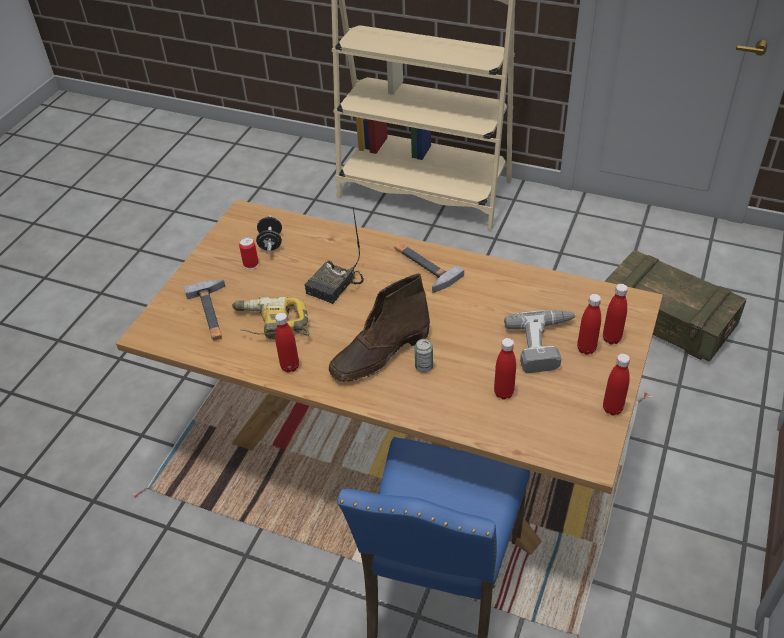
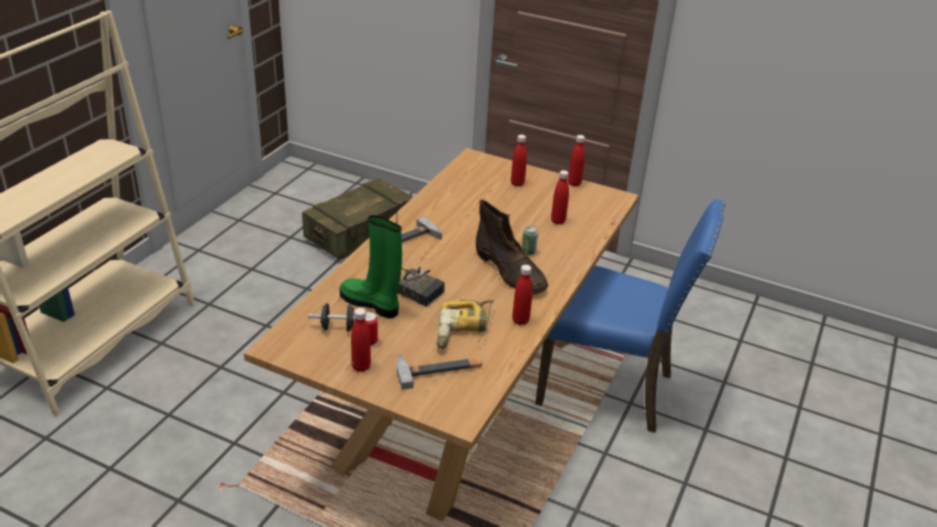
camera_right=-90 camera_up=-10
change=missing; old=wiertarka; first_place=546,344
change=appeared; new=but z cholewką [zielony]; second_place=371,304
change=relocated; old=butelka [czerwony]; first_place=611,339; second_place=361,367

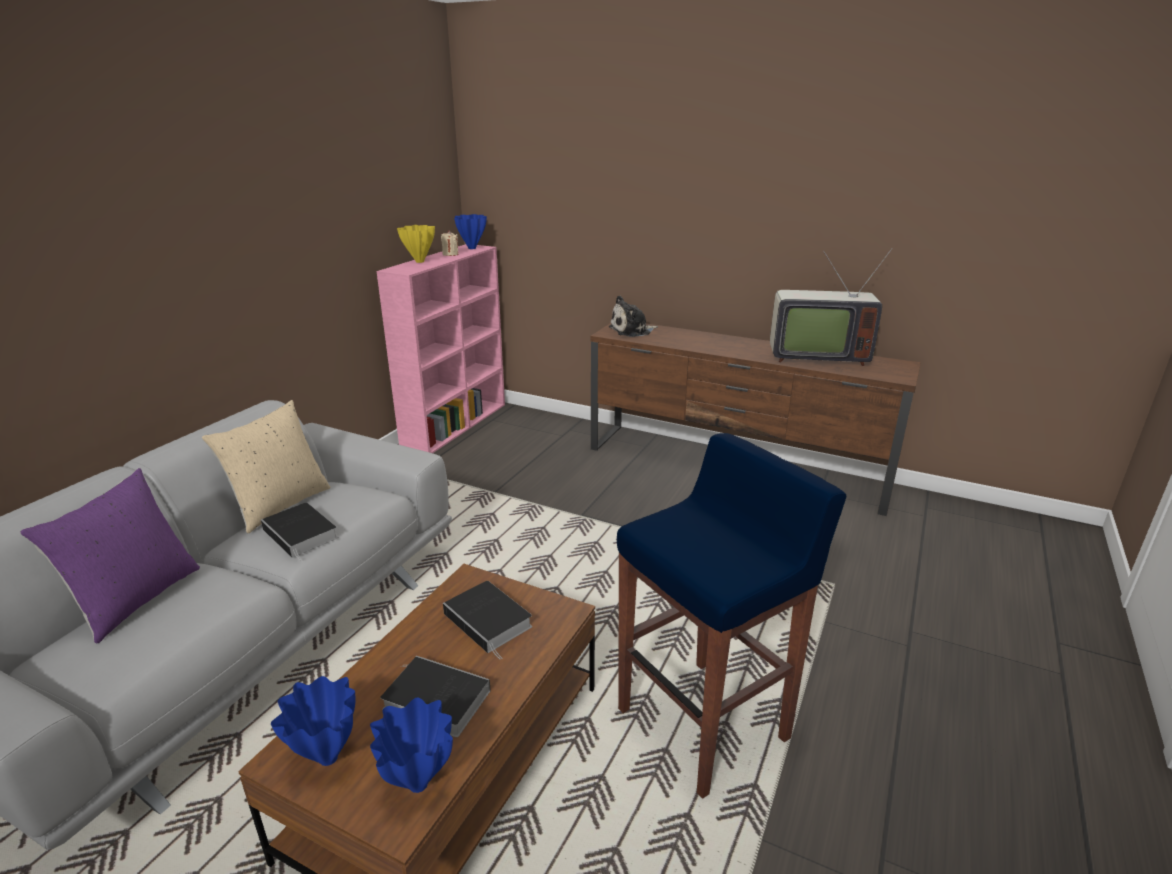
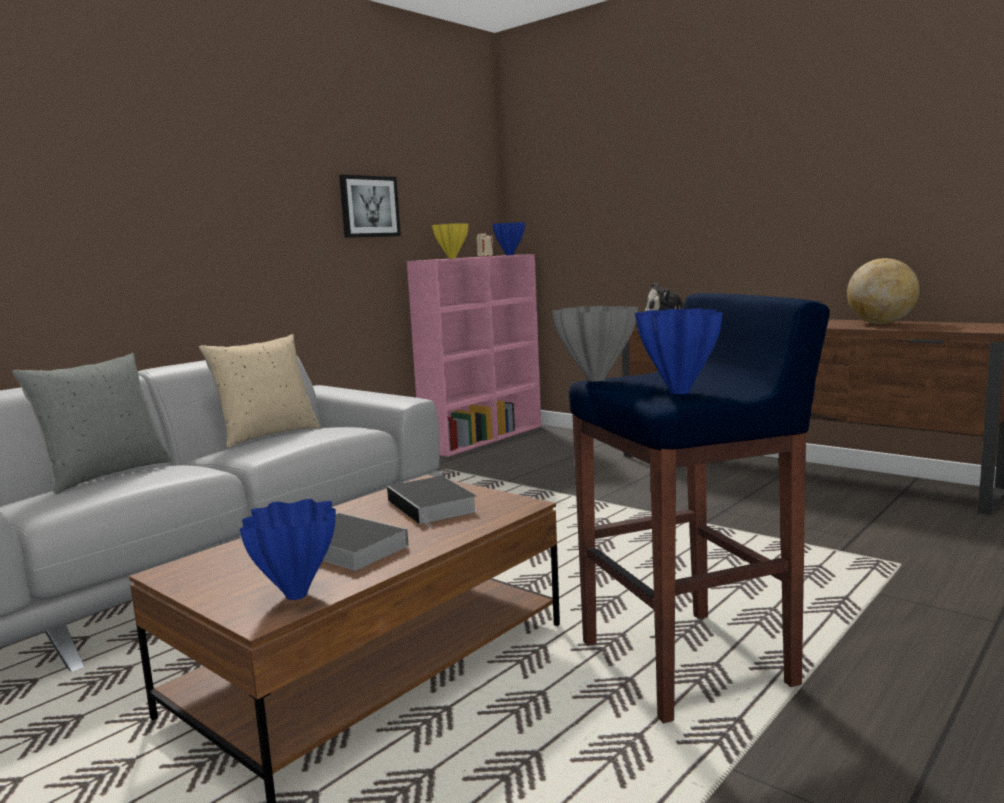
camera_right=15 camera_up=-15
change=missing; old=książka; first_place=302,534
change=appeared; new=obraz; second_place=369,206
change=appeared; new=wazon [szary]; second_place=594,380
change=relocated; old=wazon [niebieski]; first_place=327,757; second_place=678,392
change=exchanged; old=telewizor; new=globus; first_place=815,356; second_place=881,323
change=colour; old=poduszka [fioletowy]; new=poduszka [szary]; first_place=136,599; second_place=105,474

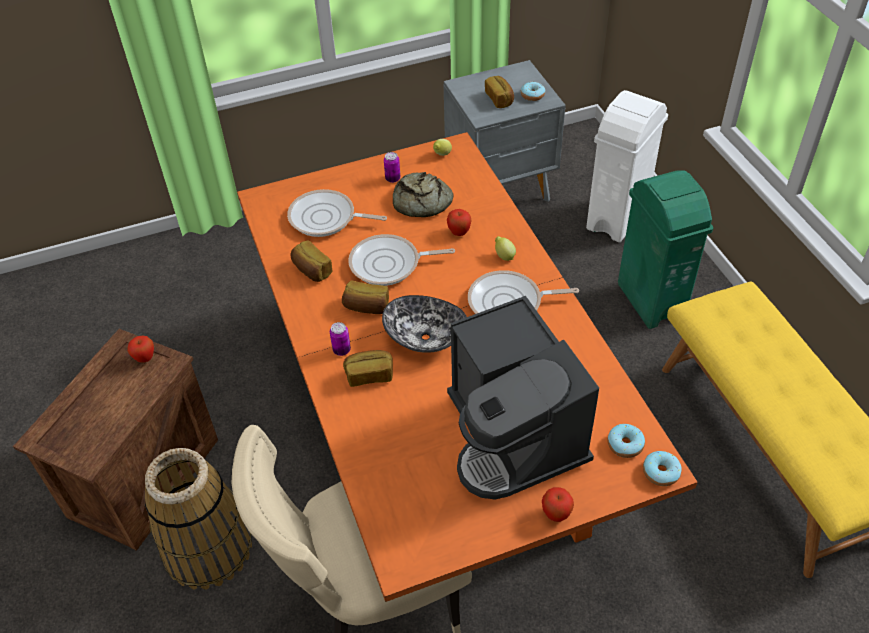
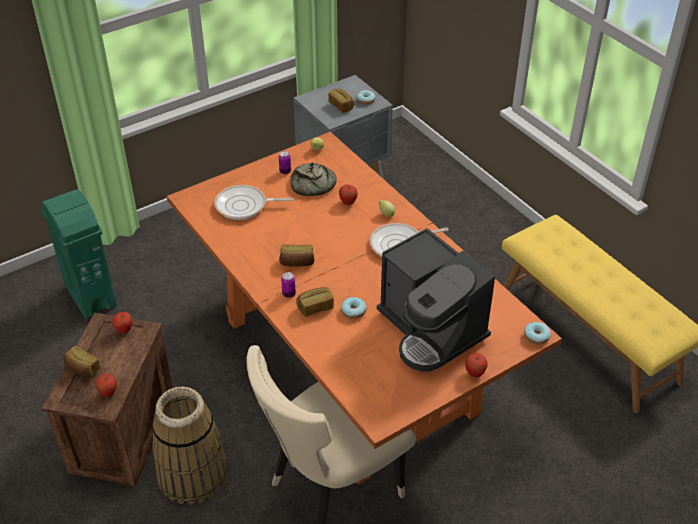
camera_right=-15 camera_up=-5
change=missing; old=patelnia; first_place=389,264
change=missing; old=miska; first_place=426,337
change=missing; old=kosz na śmieci [biały]; first_place=617,218
change=appeared; new=jabłko; second_place=108,393
change=relocated; old=chleb; first_place=311,270; second_place=82,369
change=relocated; old=donut; first_place=625,445; second_place=353,311
change=relocated; old=kosz na śmieci [zielony]; first_place=650,300; second_place=91,295

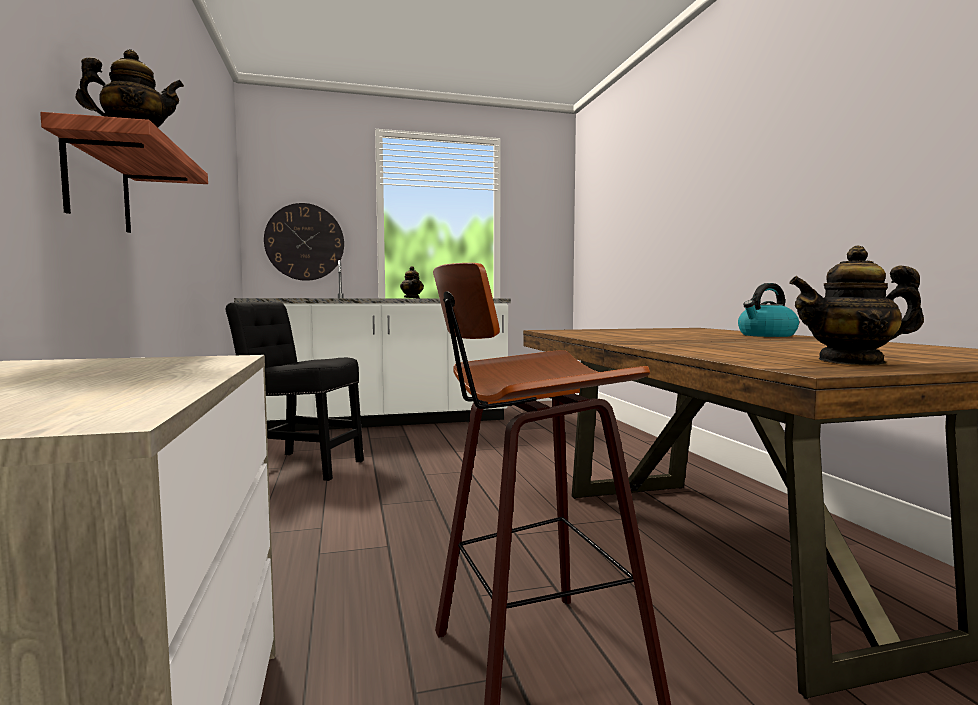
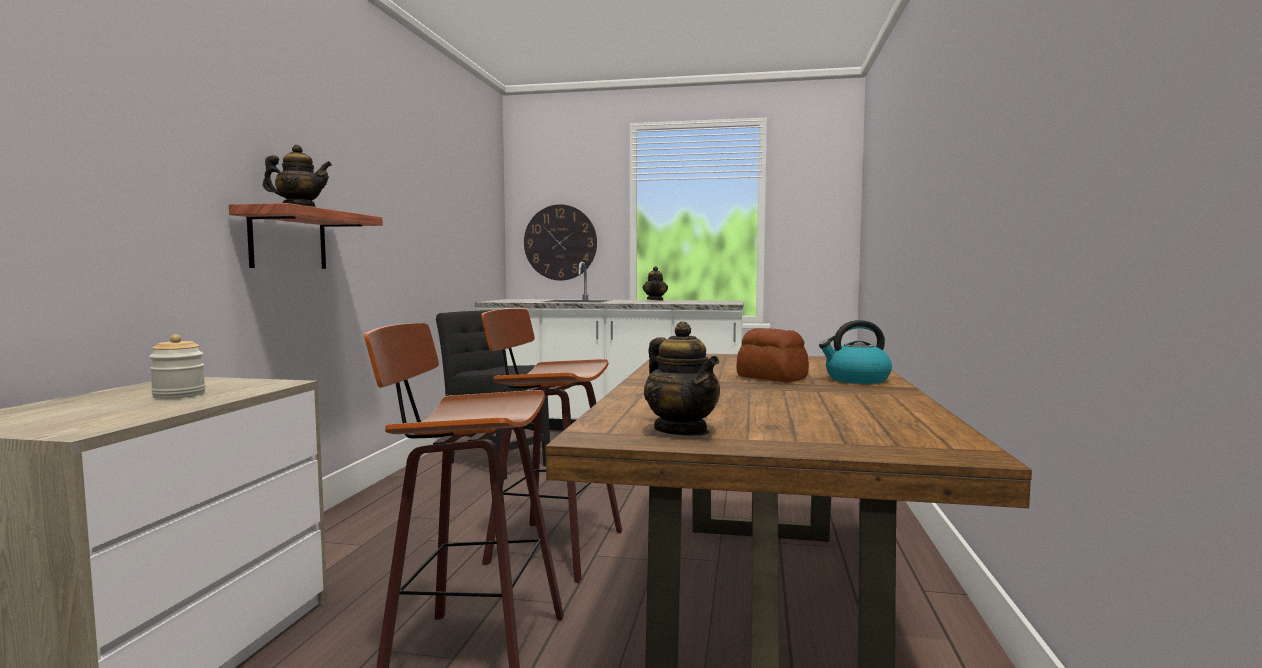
camera_right=25 camera_up=0
change=appeared; new=słoik; second_place=179,395
change=appeared; new=stołek; second_place=550,548
change=appeared; new=chleb; second_place=771,378
change=spun; old=imbryk; first_place=851,362; second_place=681,430; degrees=-150

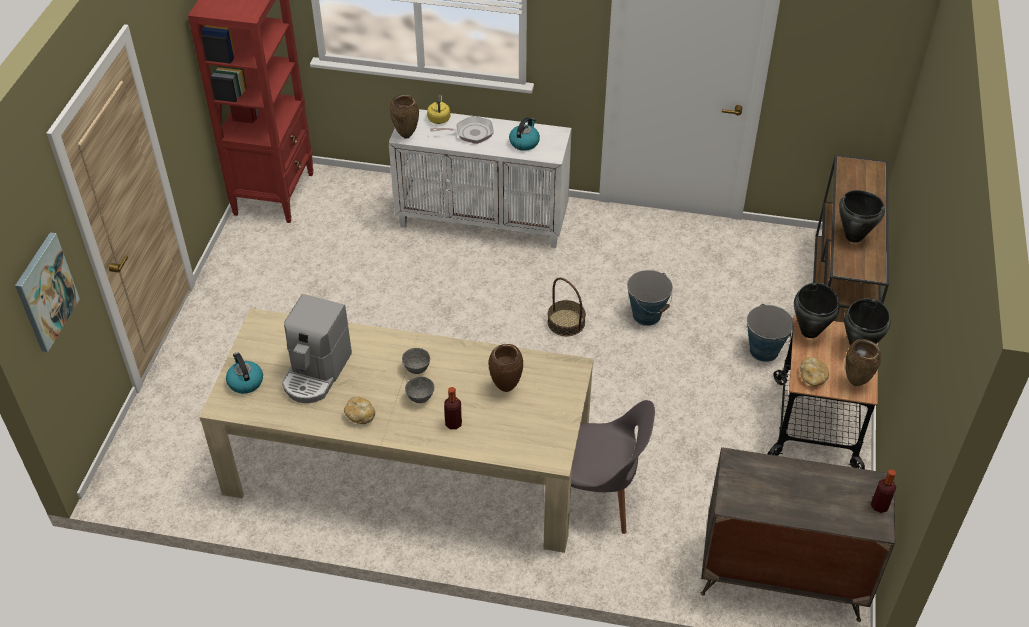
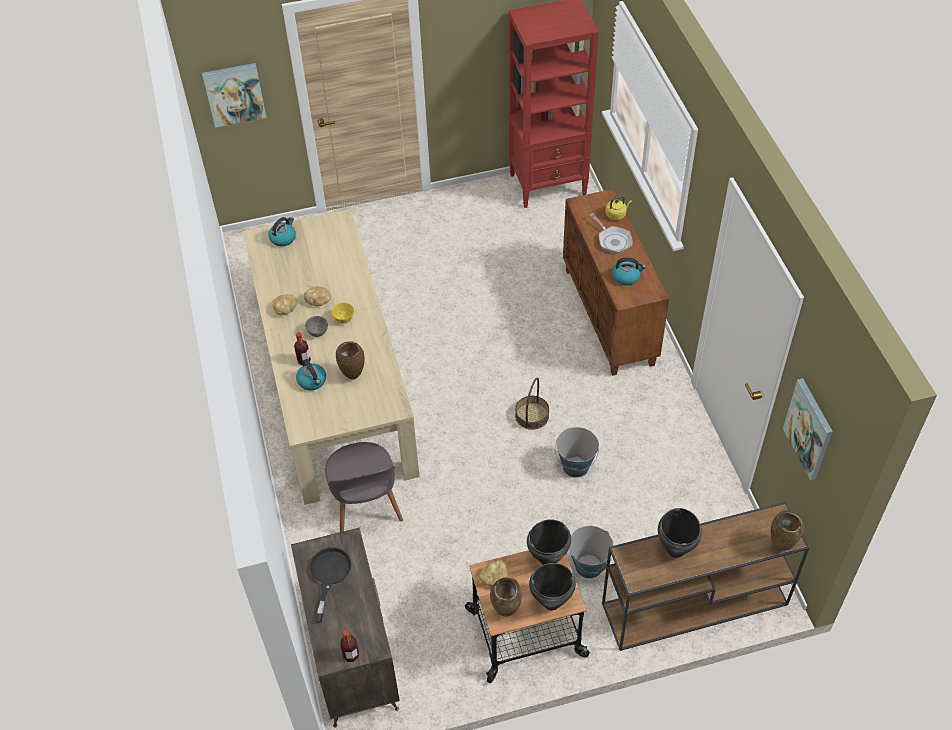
camera_right=65 camera_up=5
change=missing; old=ekspres do kawy; first_place=316,373
change=appeared; new=czajnik; second_place=312,381
change=appeared; new=chleb; second_place=318,300
change=appeared; new=patelnia [czarny]; second_place=329,575
change=appeared; new=obraz; second_place=809,429
change=relocated; old=wazon [brązowy]; first_place=406,136; second_place=781,546
change=colour; old=szafka [biały]; new=szafka [brązowy]; first_place=483,221; second_place=610,317
change=colour; old=miska [szary]; new=miska [żółty]; first_place=416,369; second_place=343,319

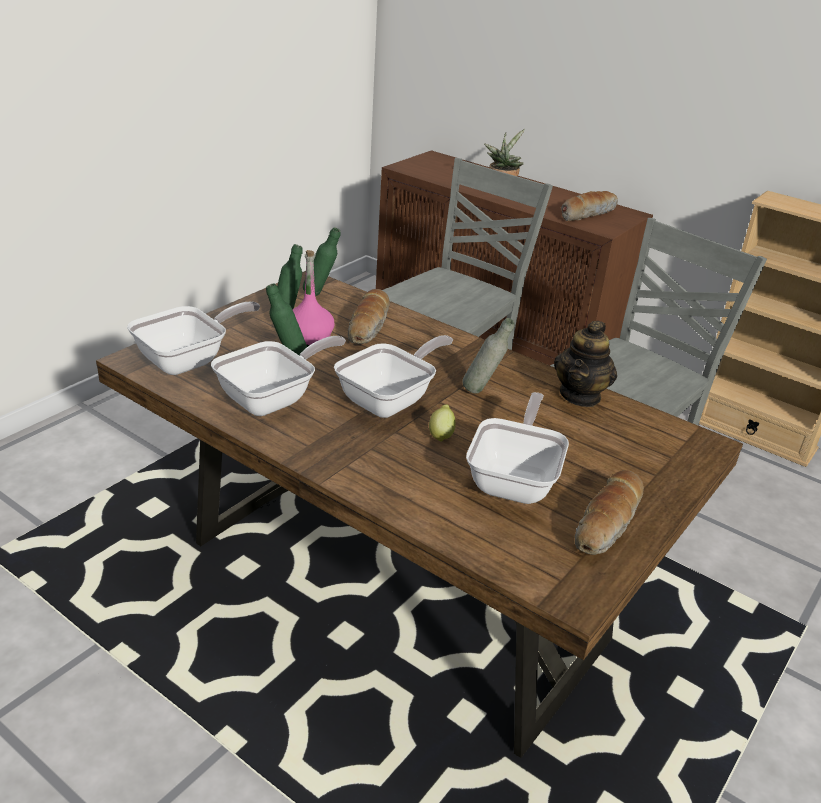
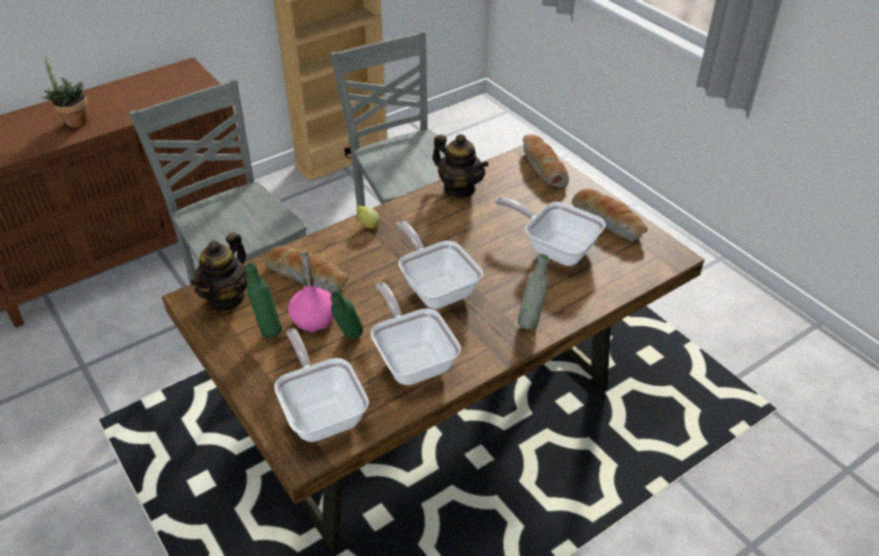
camera_right=-70 camera_up=10
change=relocated; old=cytryna; first_place=441,435; second_place=368,225
change=relocated; old=butelka [szary]; first_place=482,392; second_place=531,320
change=relocated; old=chleb; first_place=587,213; second_place=542,167
change=exchanged; old=butelka [zielony]; new=imbryk; first_place=320,294; second_place=227,297

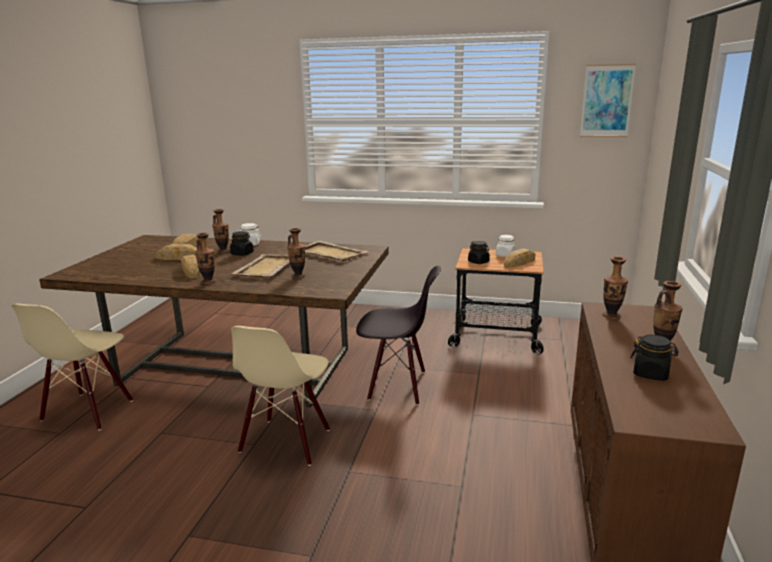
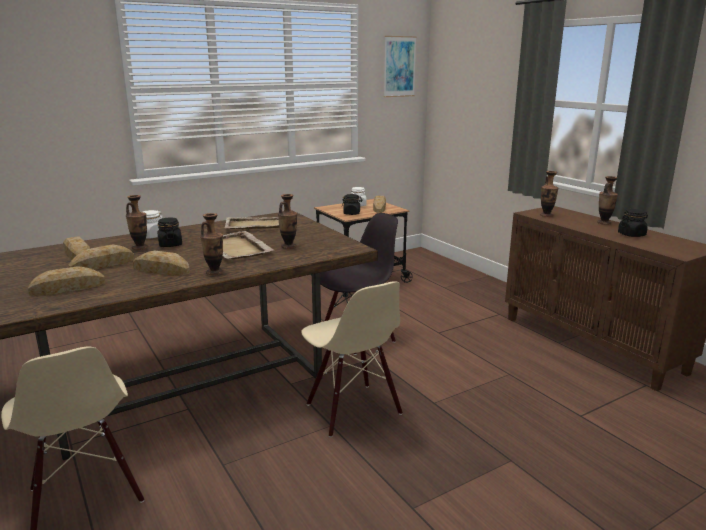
camera_right=-45 camera_up=0
change=appeared; new=chleb; second_place=68,288

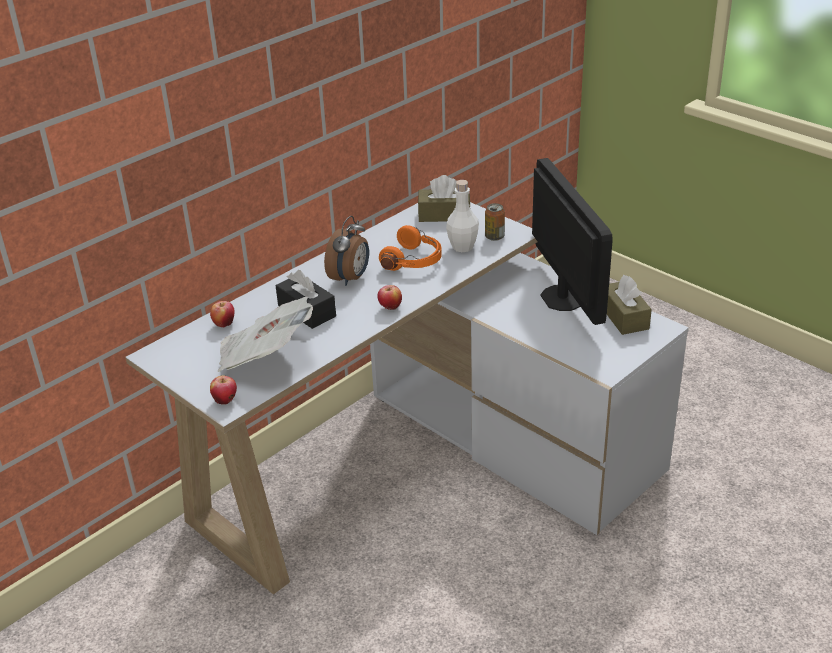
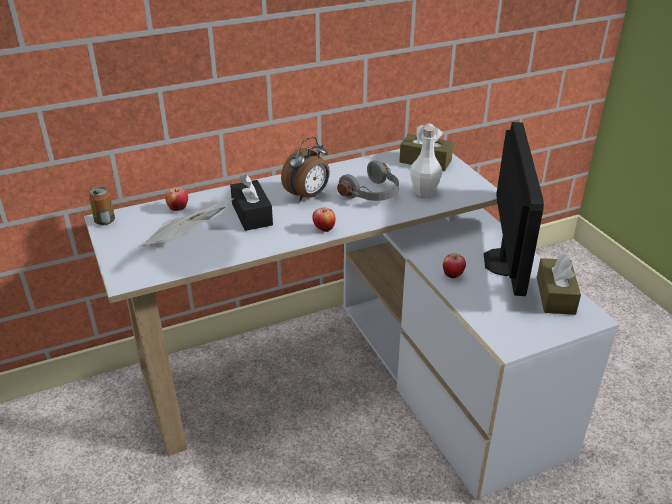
camera_right=20 camera_up=0
change=relocated; old=jabłko; first_place=225,400; second_place=453,275
change=relocated; old=puszka; first_place=494,237; second_place=105,221
change=colour; old=słuchawki [pomarańczowy]; new=słuchawki [szary]; first_place=414,261; second_place=372,194

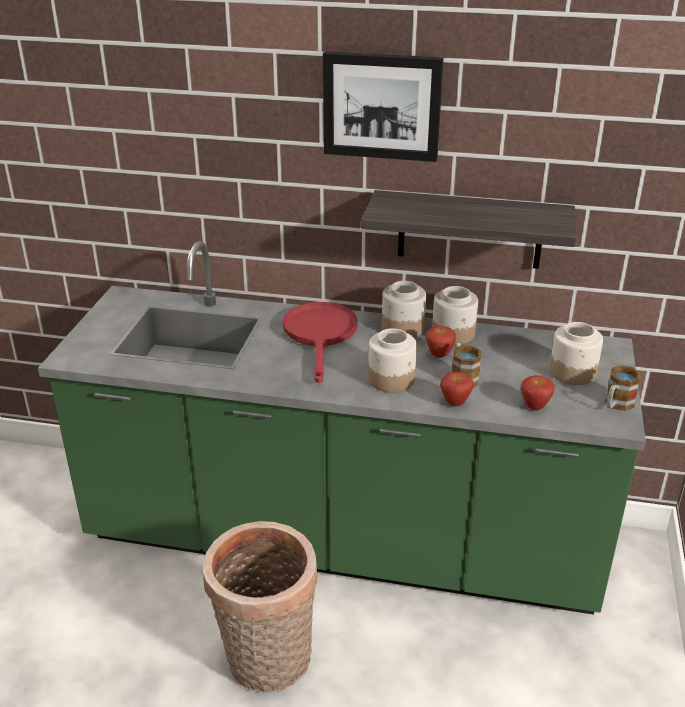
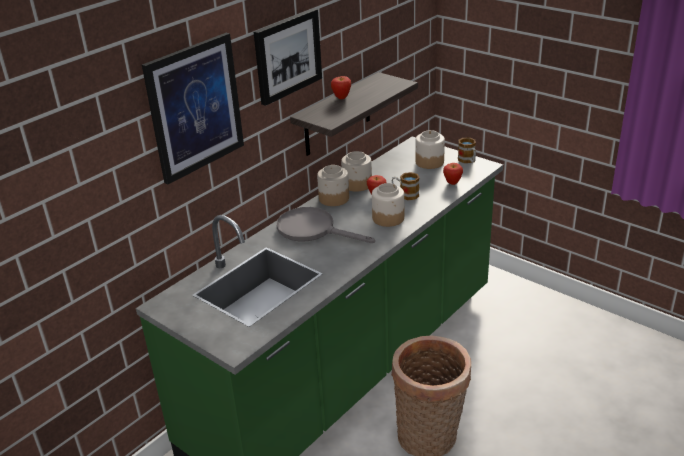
camera_right=-60 camera_up=0
change=appeared; new=obraz; second_place=195,107
change=relocated; old=jabłko; first_place=455,403; second_place=341,98
change=colour; old=patelnia [czerwony]; new=patelnia [szary]; first_place=320,335; second_place=313,230

